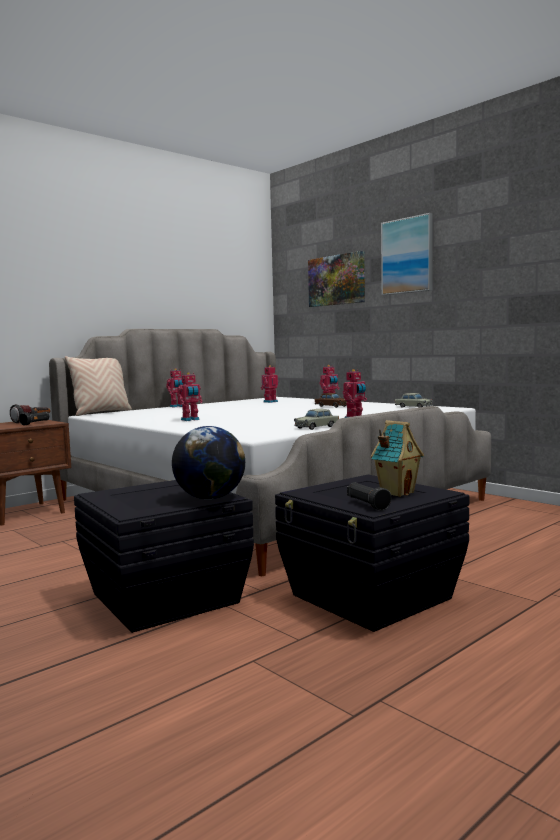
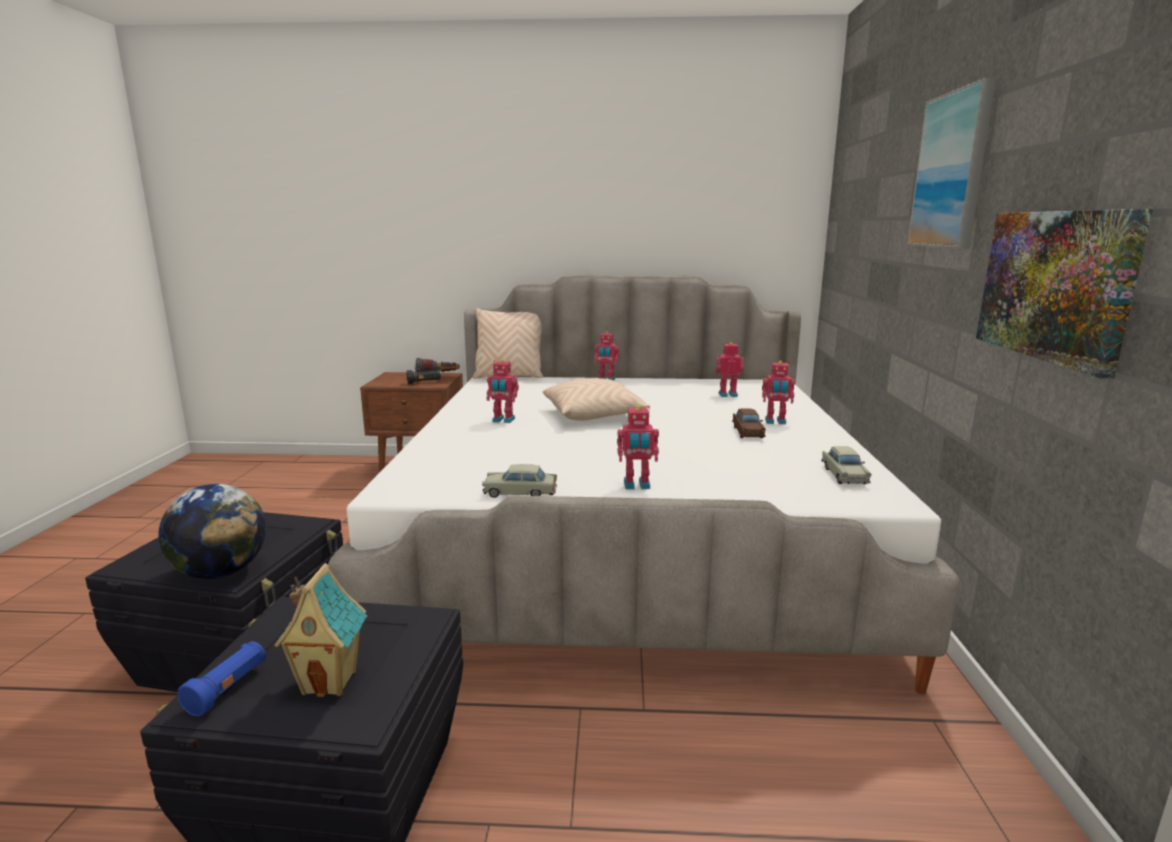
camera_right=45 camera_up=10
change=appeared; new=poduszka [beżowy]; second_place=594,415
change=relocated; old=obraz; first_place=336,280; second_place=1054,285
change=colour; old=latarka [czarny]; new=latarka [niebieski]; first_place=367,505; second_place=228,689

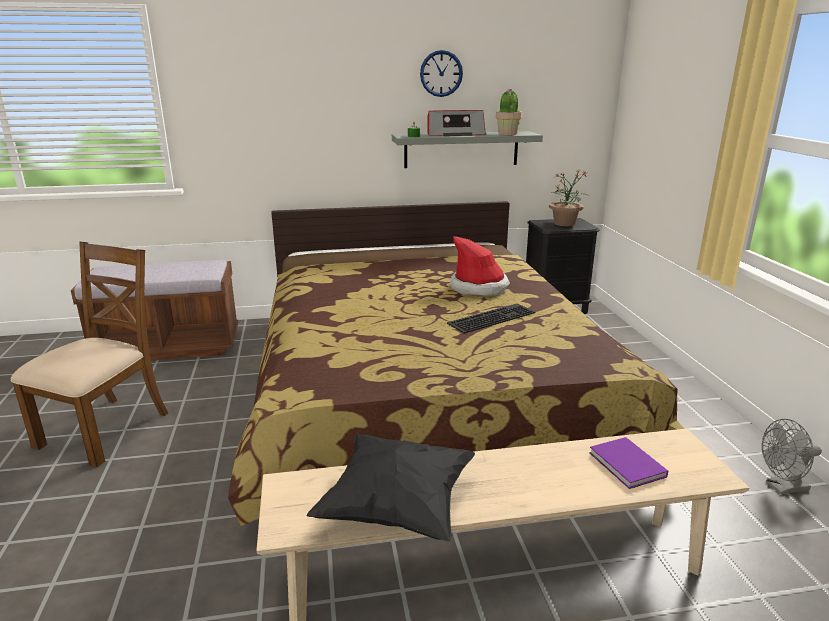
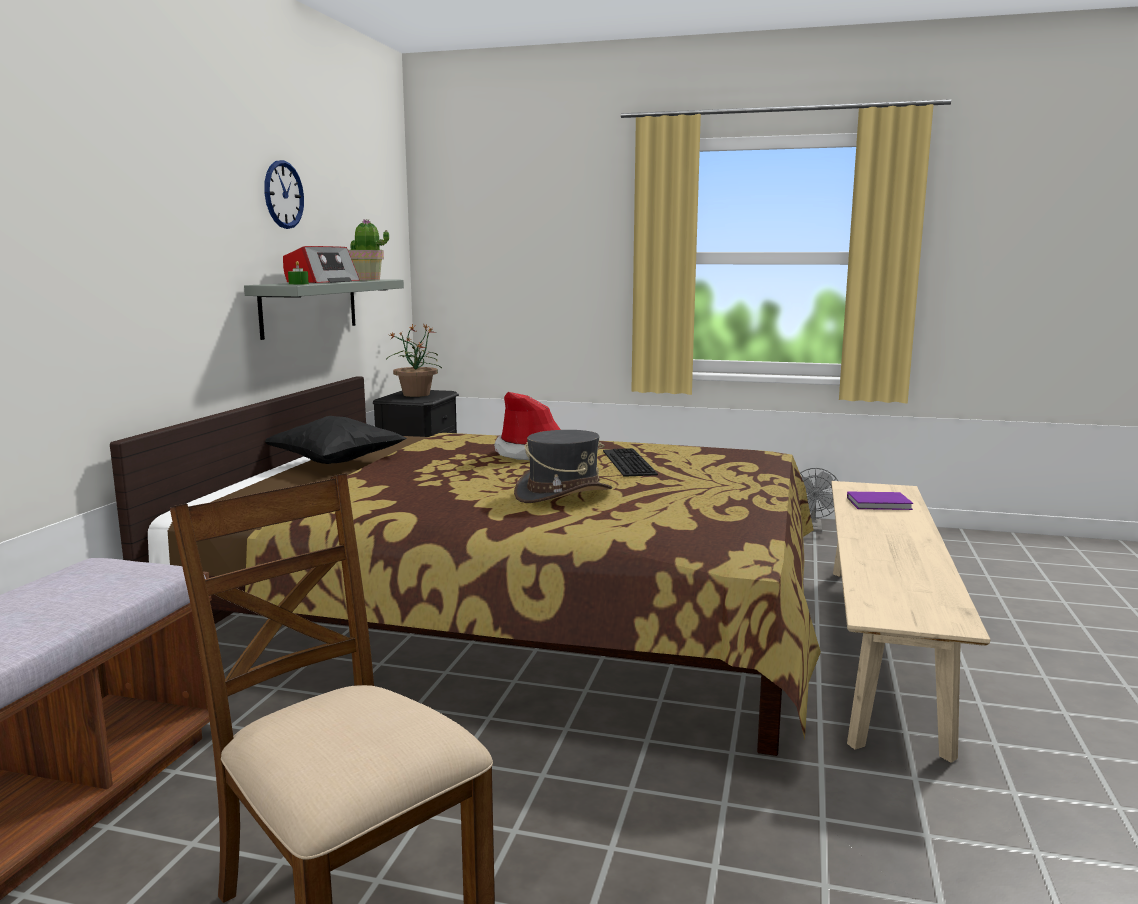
camera_right=-65 camera_up=-10
change=appeared; new=kapelusz [szary]; second_place=563,494
change=relocated; old=poduszka [czarny]; first_place=397,507; second_place=337,463

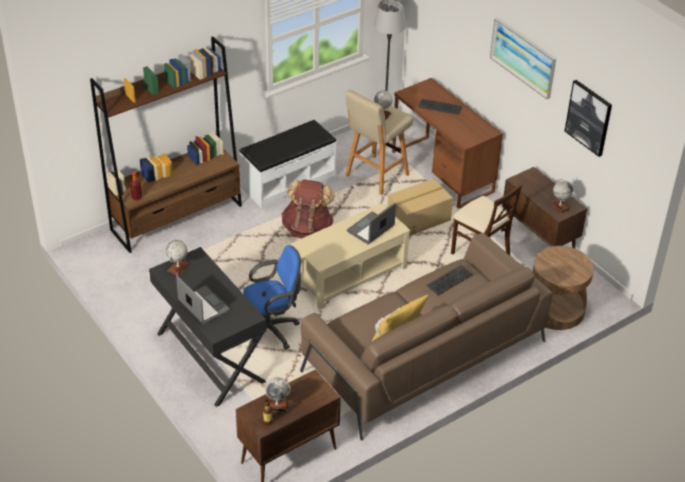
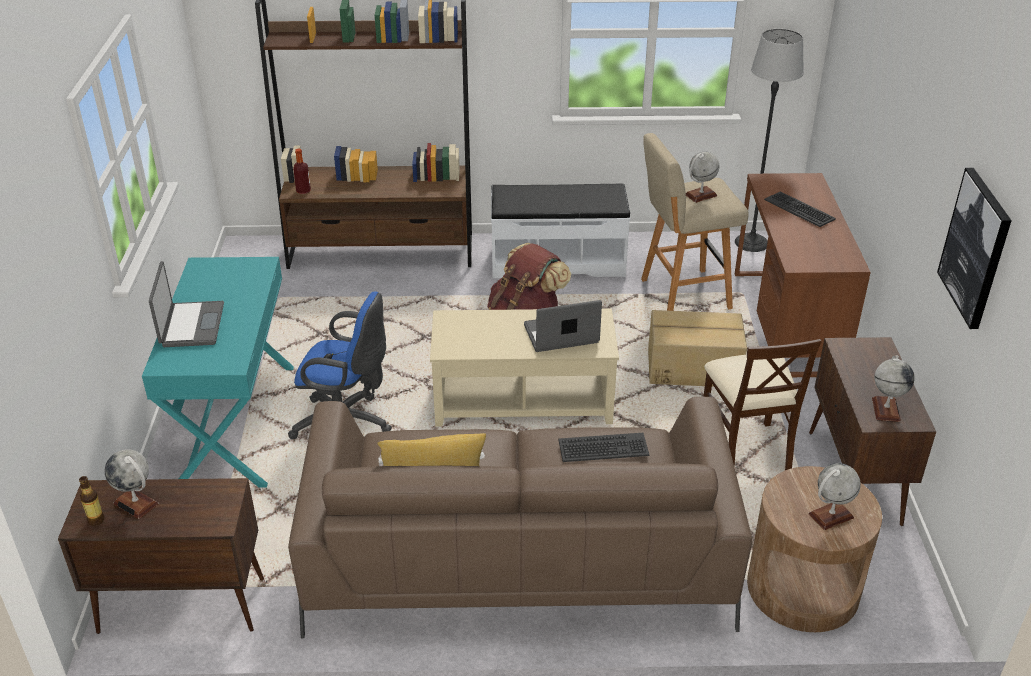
camera_right=35 camera_up=-5
change=missing; old=obraz; first_place=523,57
change=relocated; old=globus; first_place=178,268; second_place=830,516
change=colour; old=biurko [czarny]; new=biurko [turkusowy]; first_place=210,357; second_place=236,424

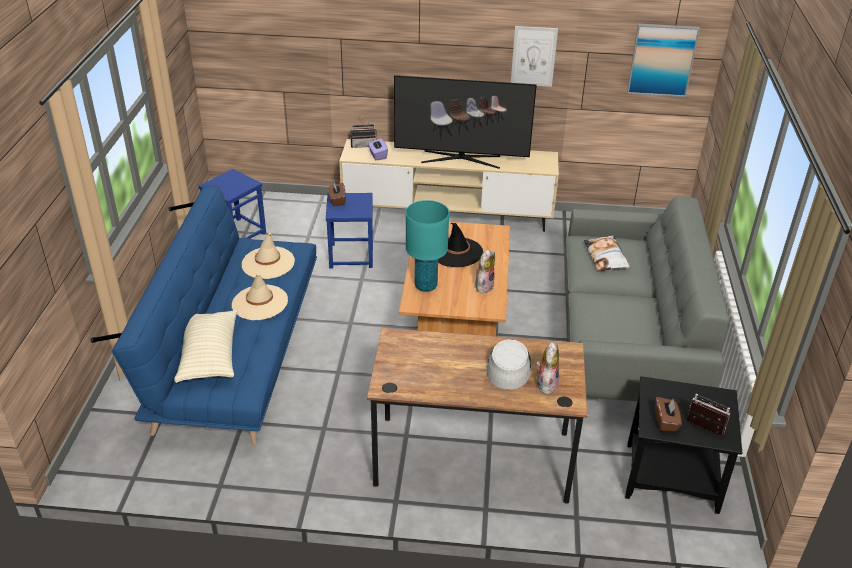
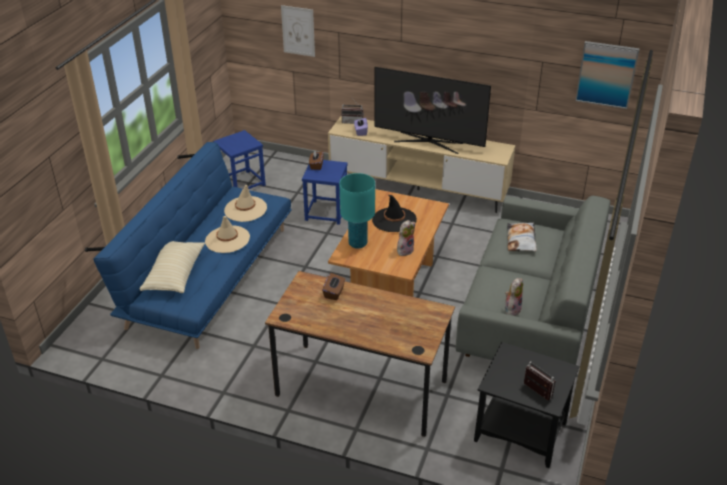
camera_right=15 camera_up=0
change=missing; old=kapelusz [szary]; first_place=508,366
change=relocated; old=obraz; first_place=533,56; second_place=298,31
change=relocated; old=pluszak; first_place=545,384; second_place=512,309
change=relocated; old=pudełko chusteczek [brązowy]; first_place=665,421; second_place=334,293

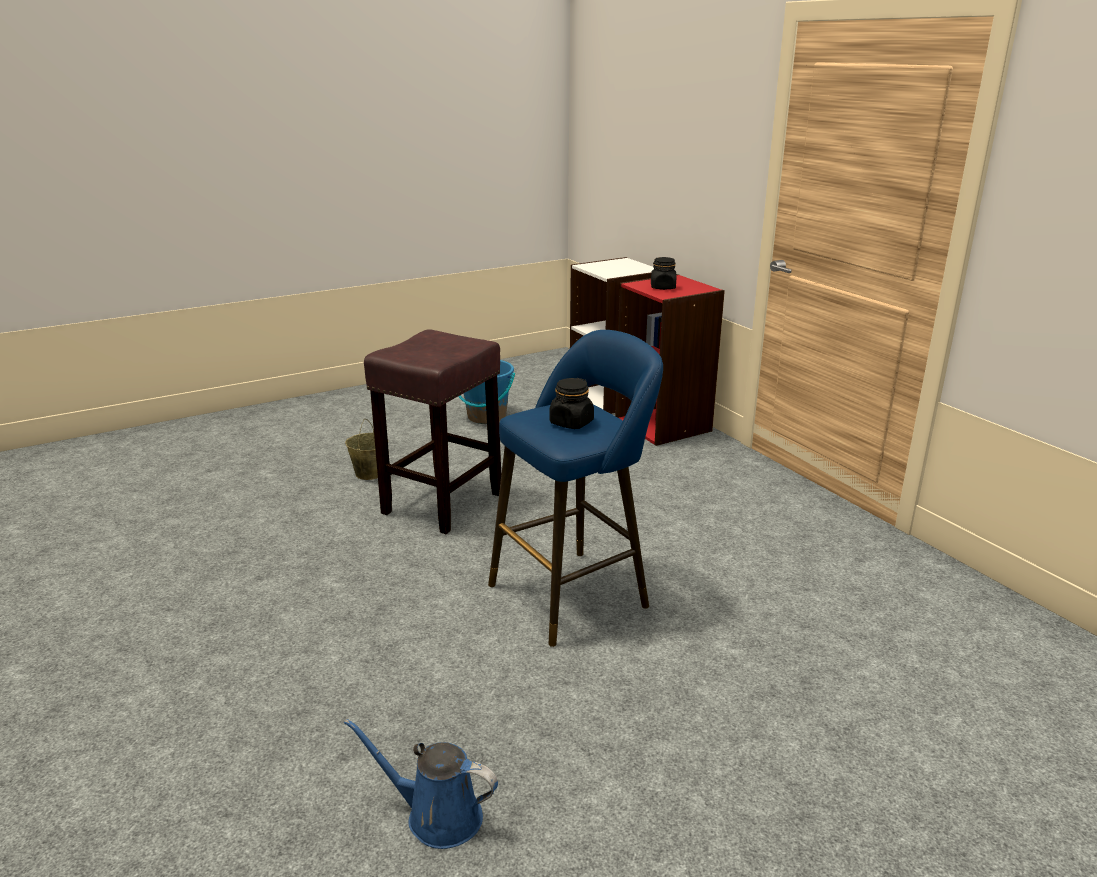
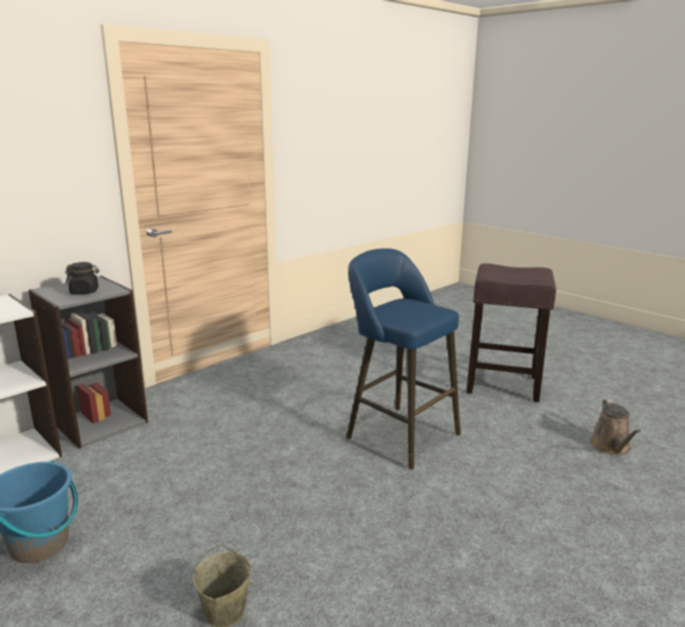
camera_right=-105 camera_up=-5
change=missing; old=słoik [czarny]; first_place=571,423
change=relocated; old=stołek [brązowy]; first_place=441,504; second_place=504,385
change=colour; old=konewka [niebieski]; new=konewka [brązowy]; first_place=437,815; second_place=611,447
change=colour; old=regał [czerwony]; new=regał [szary]; first_place=664,425; second_place=99,421

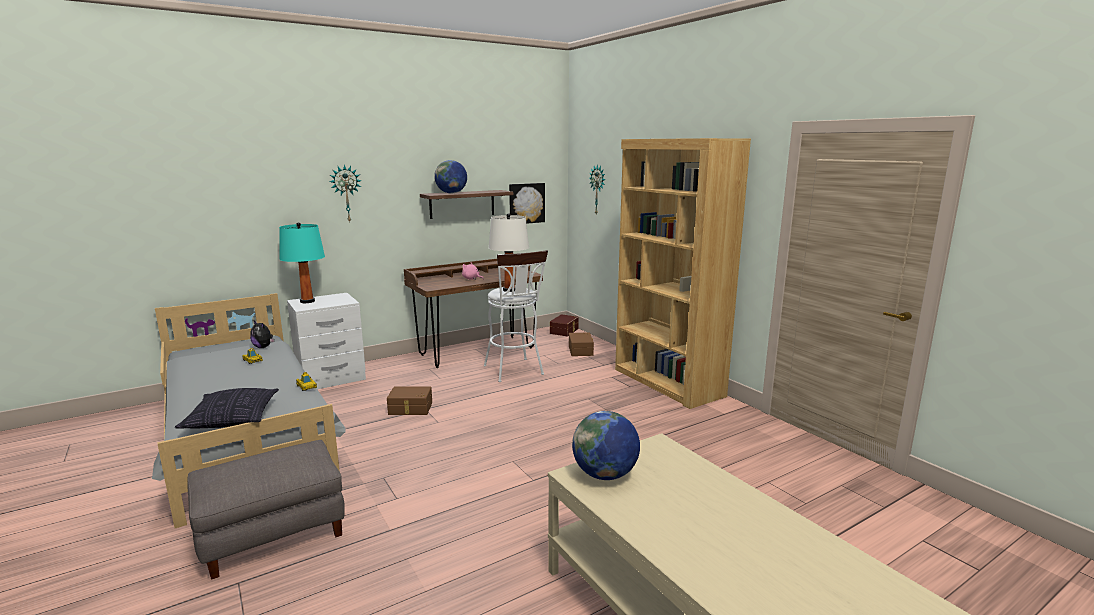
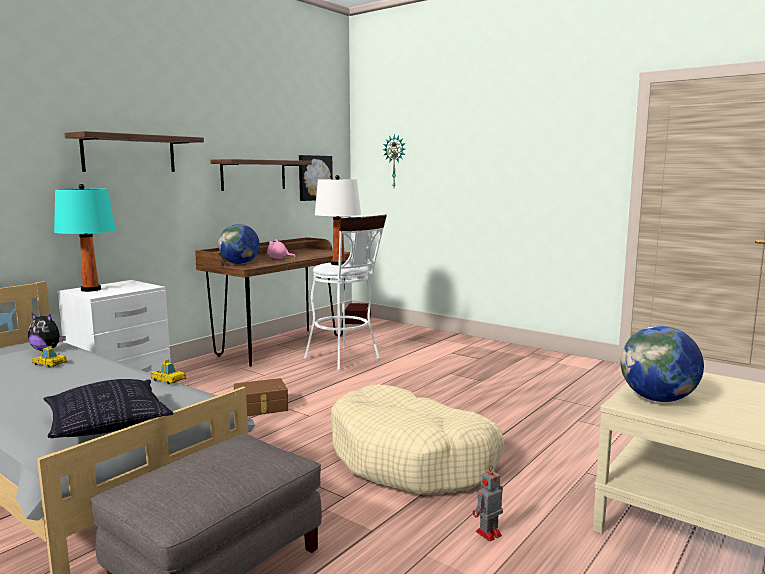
camera_right=-20 camera_up=-5
change=missing; old=pojemnik do przechowywania [brązowy]; first_place=581,350
change=missing; old=regał [brązowy]; first_place=667,383
change=appeared; new=legowisko [beżowy]; second_place=412,459
change=appeared; new=robot zabawkowy; second_place=487,534
change=relocated; old=globus; first_place=451,193; second_place=240,264
change=exchanged; old=zegar ścienny; new=półka; first_place=346,193; second_place=129,153

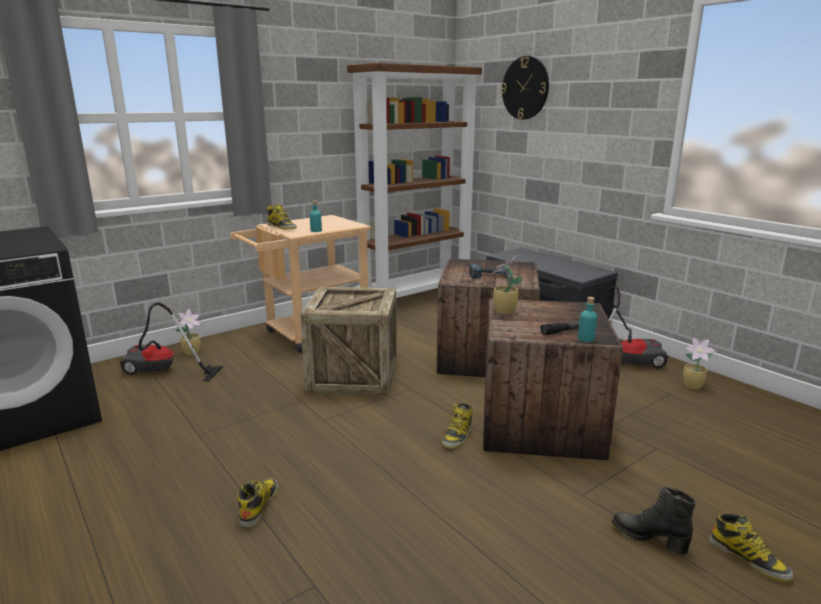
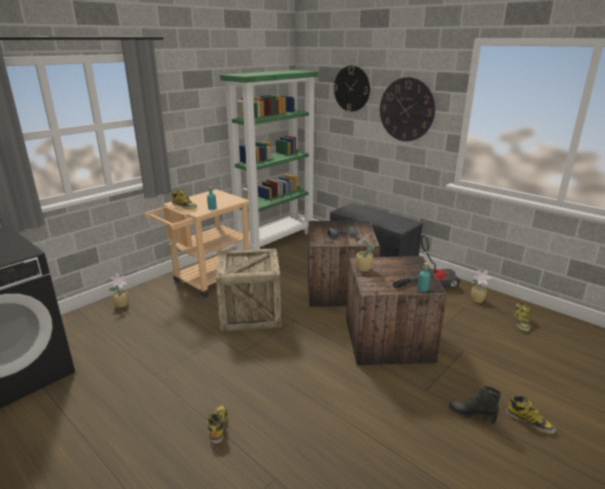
camera_right=-10 camera_up=5
change=missing; old=odkurzacz; first_place=162,372
change=appeared; new=zegar ścienny; second_place=406,109
change=relocated; old=but z cholewką; first_place=457,436; second_place=521,323
change=colour; old=regał [brązowy]; new=regał [zielony]; first_place=416,297; second_place=276,240

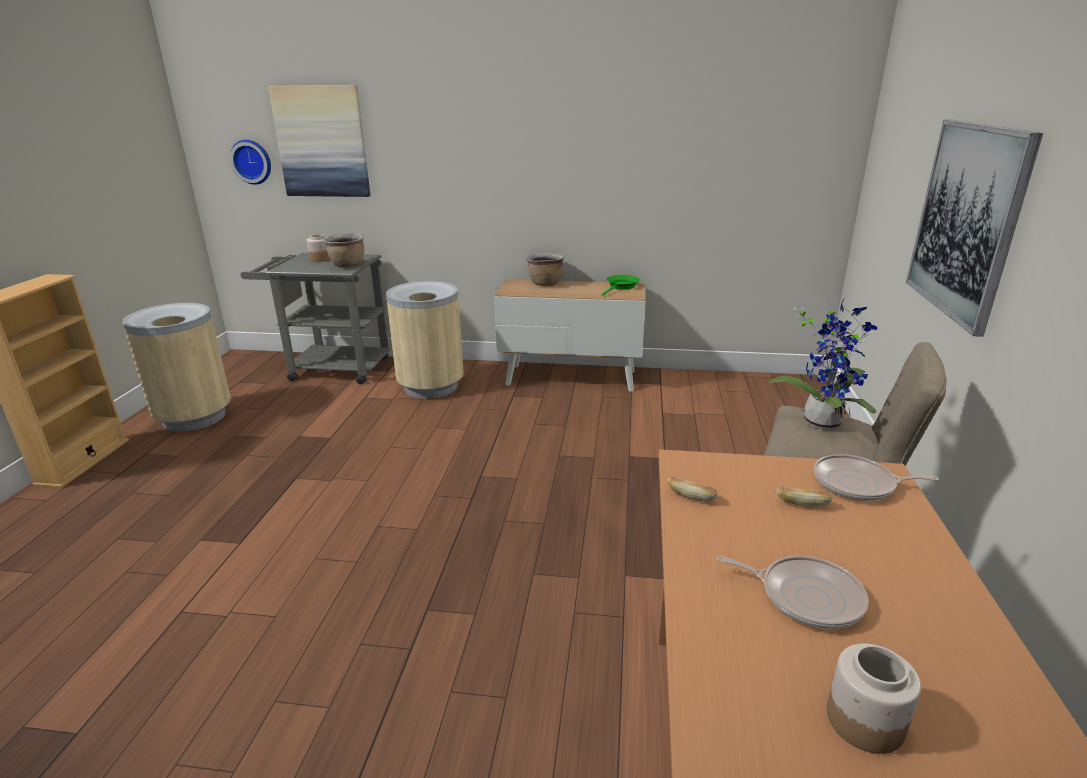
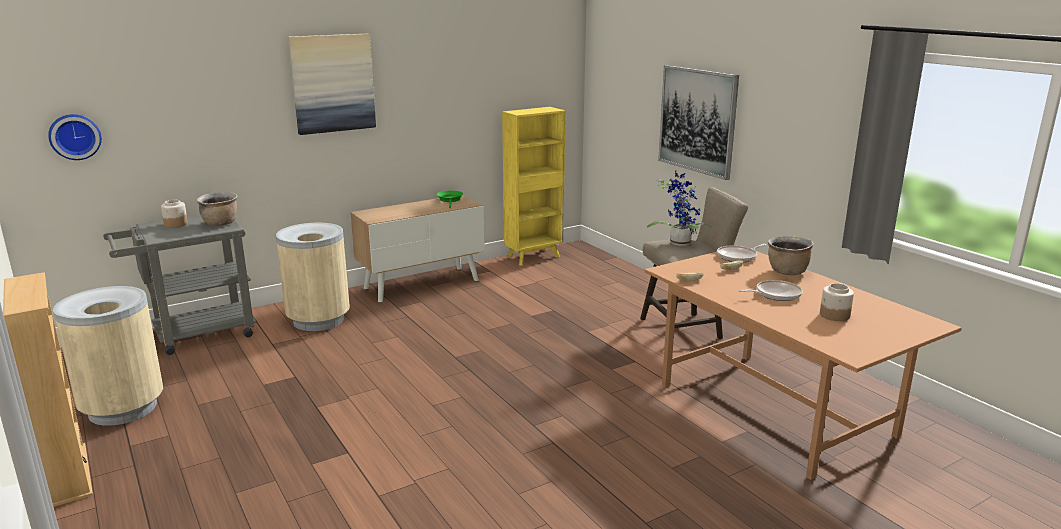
camera_right=-40 camera_up=-5
change=appeared; new=regał [żółty]; second_place=534,257
change=relocated; old=obraz; first_place=322,142; second_place=333,83
change=relocated; old=garnek [brązowy]; first_place=545,284; second_place=787,272

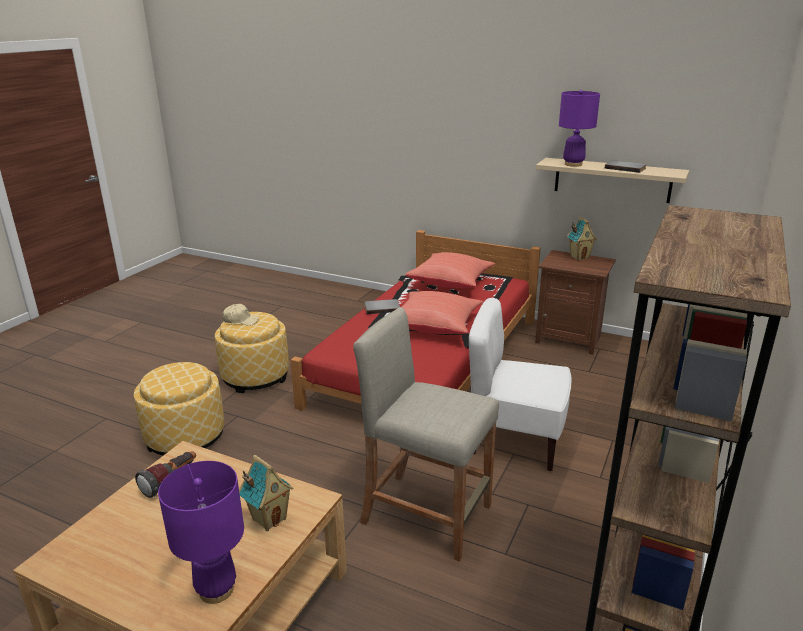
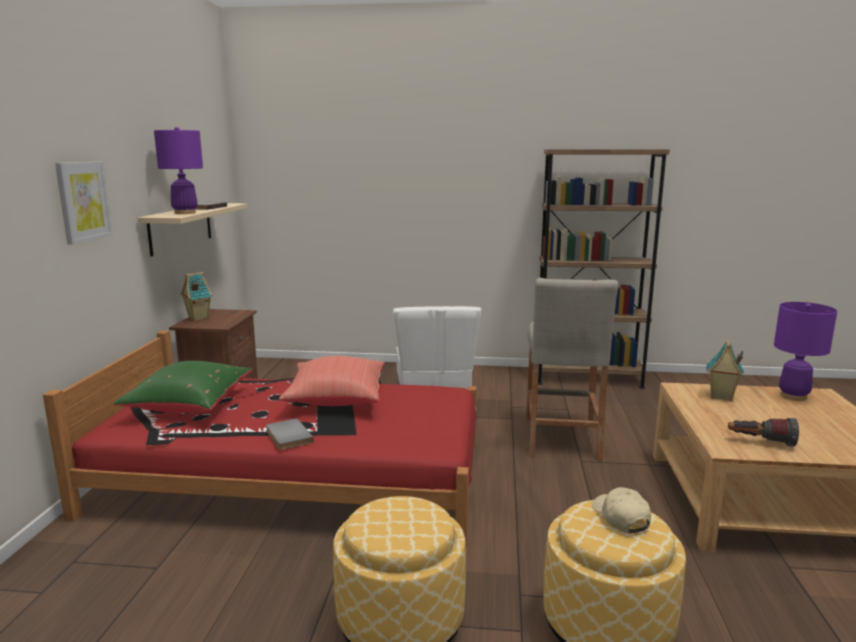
camera_right=-110 camera_up=-10
change=appeared; new=obraz; second_place=83,201
change=relocated; old=czapka z daszkiem [beżowy]; first_place=241,320; second_place=620,517
change=colour; old=poduszka [czerwony]; new=poduszka [zielony]; first_place=451,283; second_place=189,406

